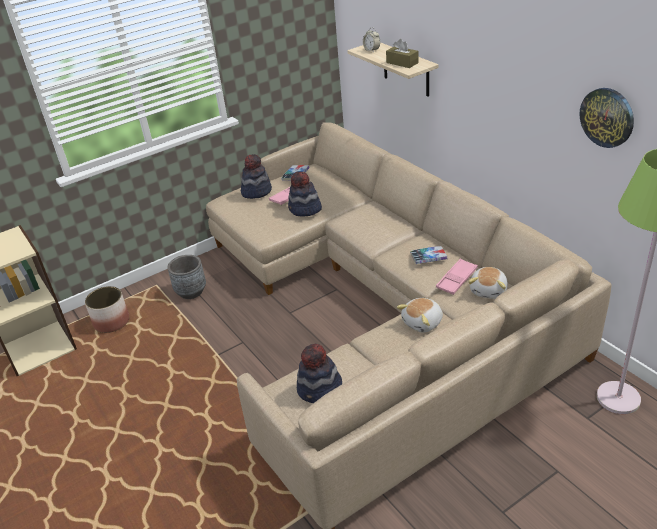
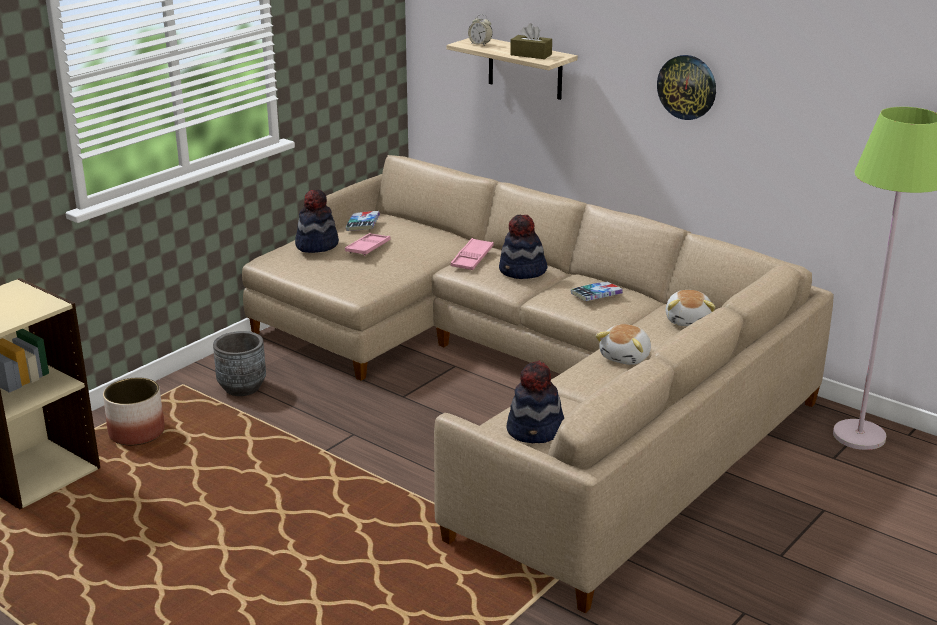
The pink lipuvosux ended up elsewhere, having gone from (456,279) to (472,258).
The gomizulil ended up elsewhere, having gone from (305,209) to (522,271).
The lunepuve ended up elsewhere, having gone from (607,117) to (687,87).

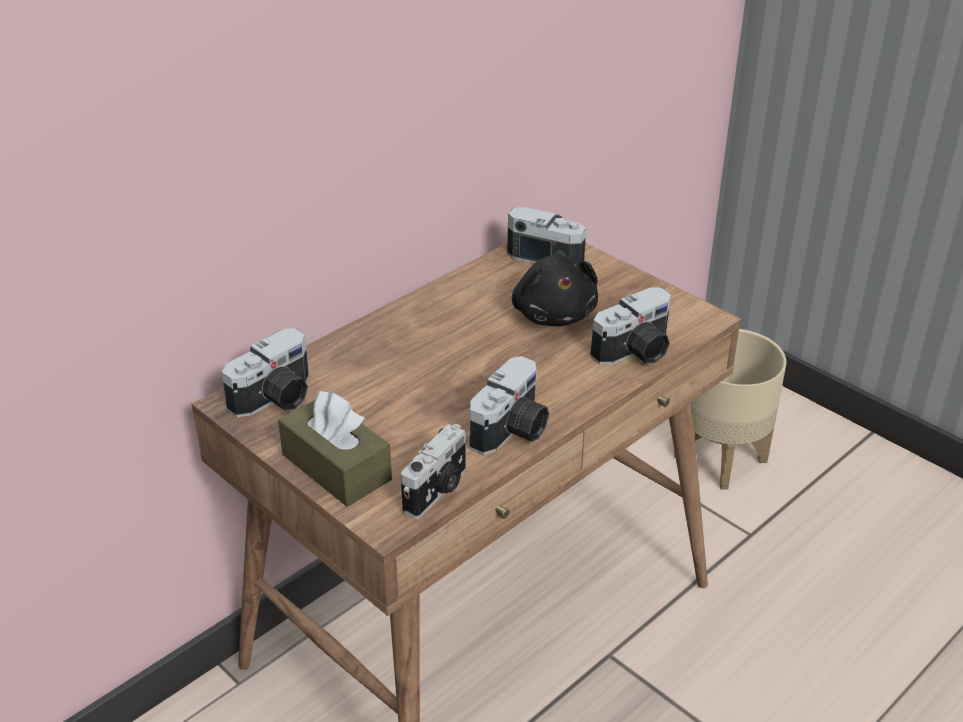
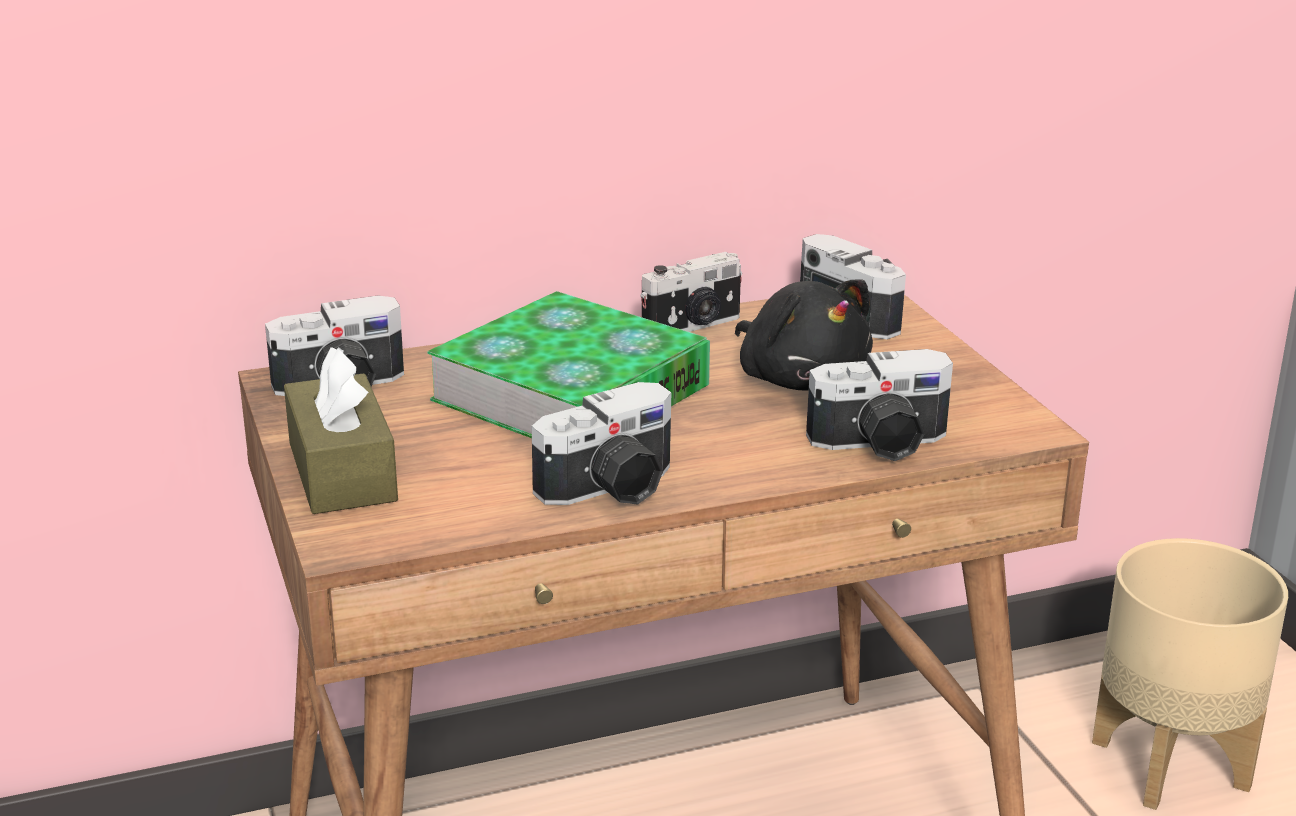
The second view gained the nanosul at (571,393).
The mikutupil ended up elsewhere, having gone from (437,491) to (693,326).
The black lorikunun at (554,314) ended up facing another way, 45 degrees counterclockwise from before.

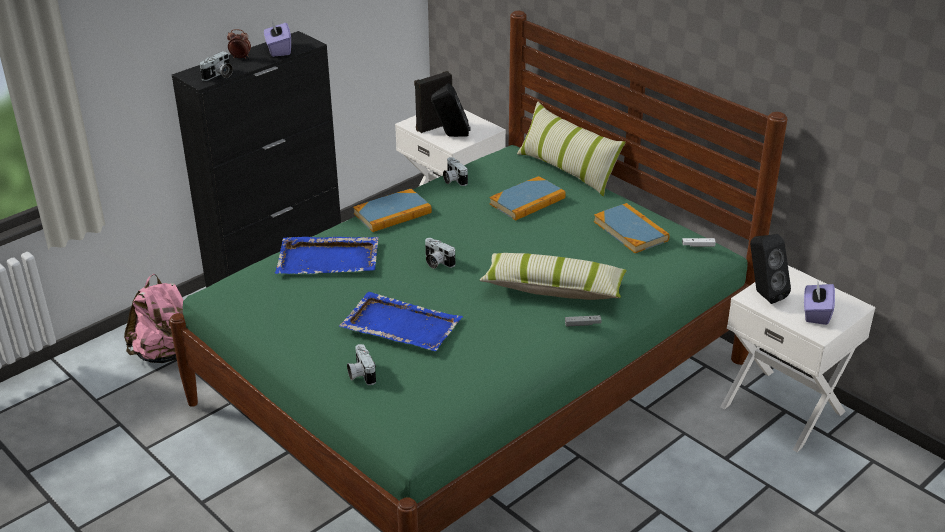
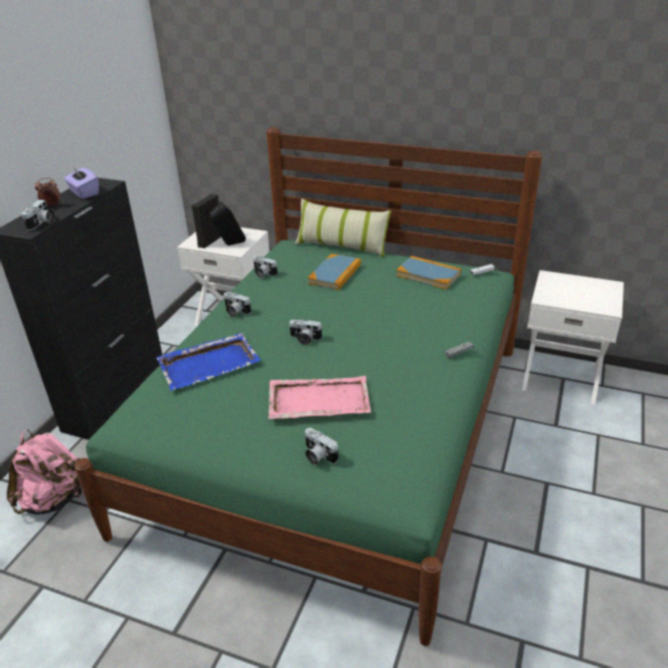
Where the nanosul stood at (392,213), the mikutupil came to stand at (235,311).
What was the blue lipuvosux at (400,325) turned into the pink lipuvosux at (318,400).
The second view lost the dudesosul at (553,289).
The second view lost the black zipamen at (763,294).
The second view lost the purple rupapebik at (816,313).

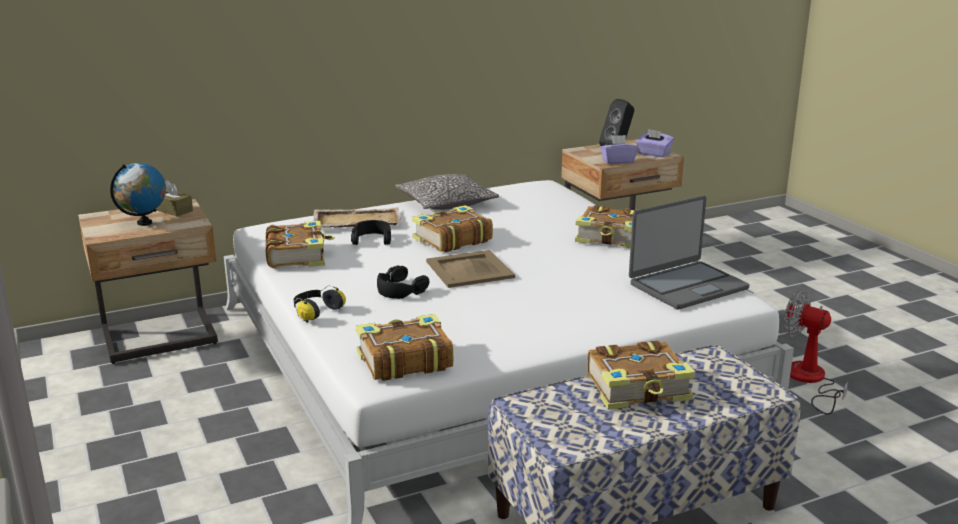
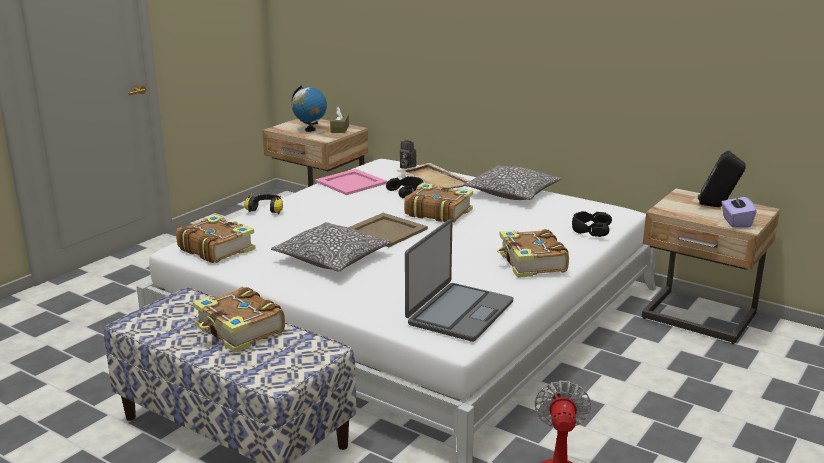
The second view gained the dudesosul at (332,259).
Where the nanosul stood at (297,255), the pink lipuvosux came to stand at (351,182).
The second view gained the mikutupil at (406,167).
The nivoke at (687,286) ended up facing another way, 90 degrees counterclockwise from before.
The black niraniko ended up elsewhere, having gone from (400,289) to (590,229).
The second view lost the purple rupapebik at (618,161).

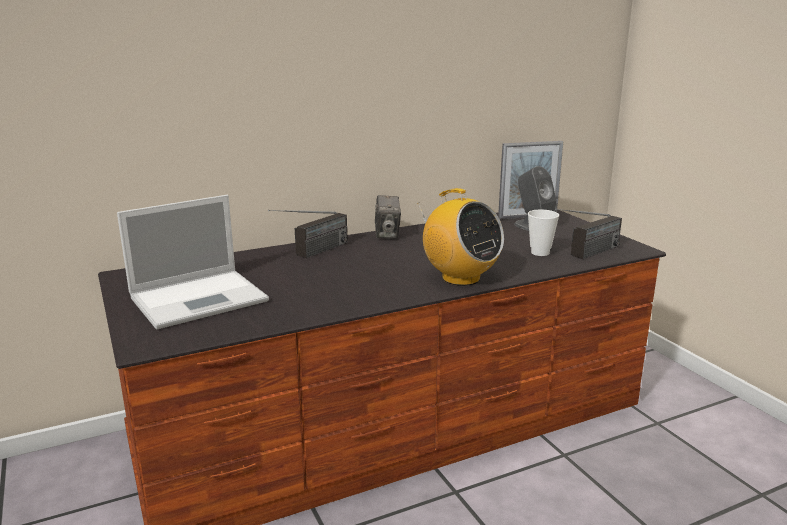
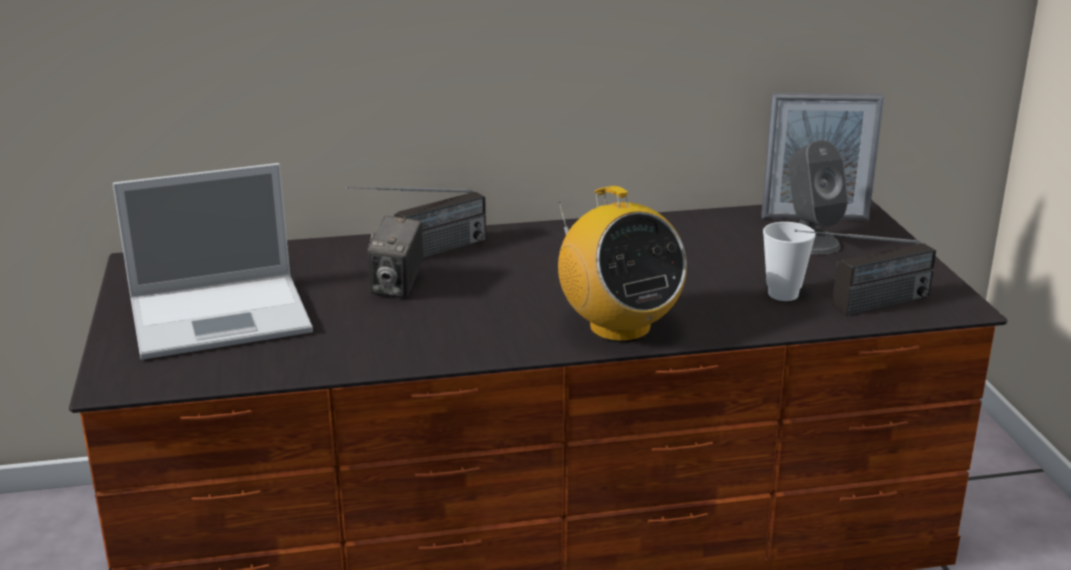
The mikutupil ended up elsewhere, having gone from (387,234) to (397,287).

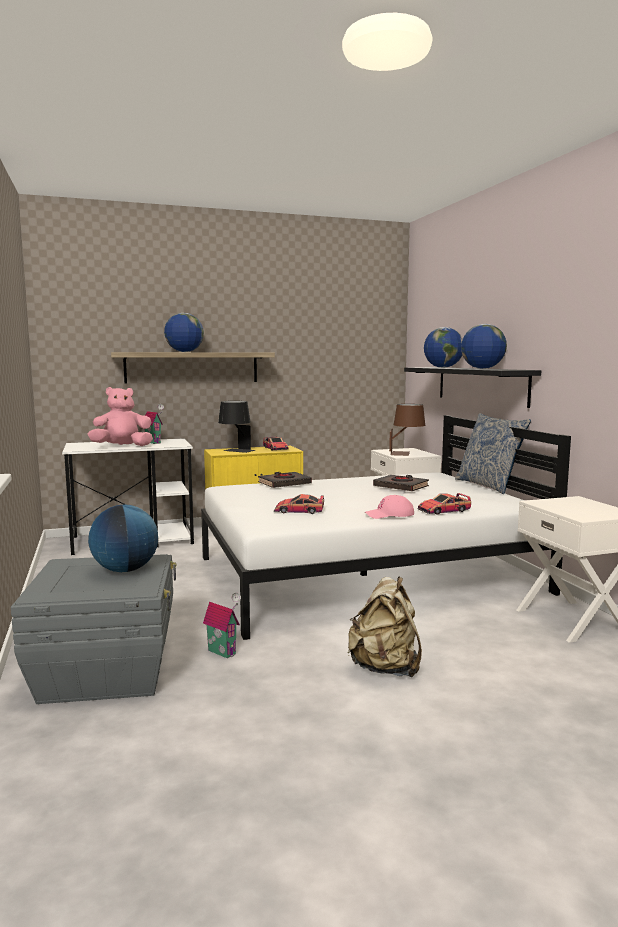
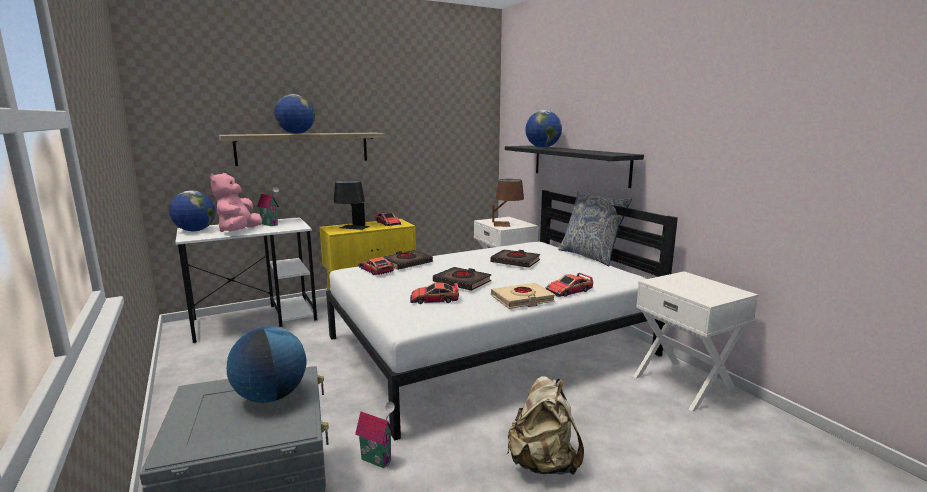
The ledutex ended up elsewhere, having gone from (482,368) to (195,231).
The pink lorikunun at (122,446) ended up facing another way, 60 degrees counterclockwise from before.
The second view gained the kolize at (375,270).
The second view gained the black nanosul at (462,282).
Where the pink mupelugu stood at (389,515), the beige nanosul came to stand at (522,299).

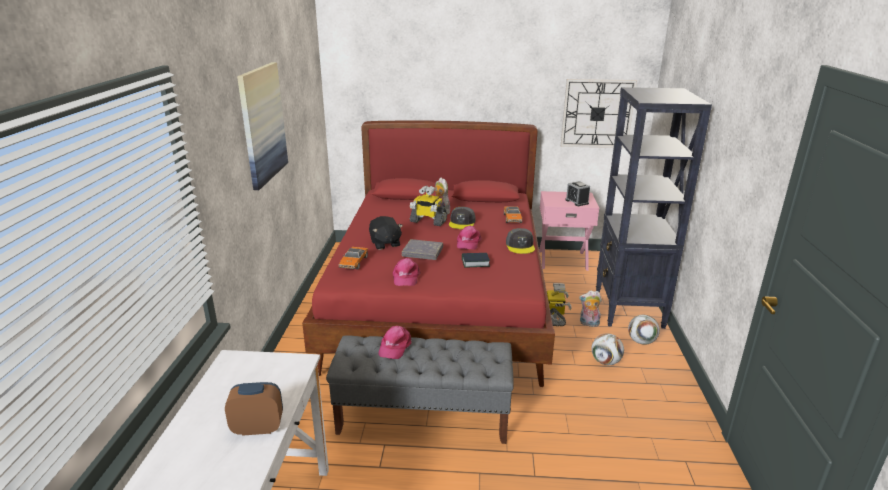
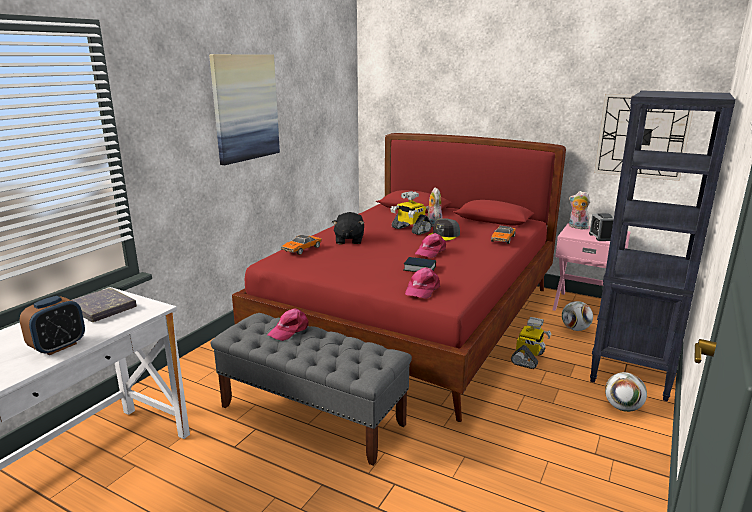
The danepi at (258,428) ended up facing another way, 105 degrees clockwise from before.
The grey nanosul ended up elsewhere, having gone from (422,252) to (102,308).
The pink mupelugu ended up elsewhere, having gone from (405,277) to (422,289).
The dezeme ended up elsewhere, having gone from (605,362) to (575,329).
The lorikunun ended up elsewhere, having gone from (588,324) to (577,227).
The second view lost the grey mupelugu at (520,246).

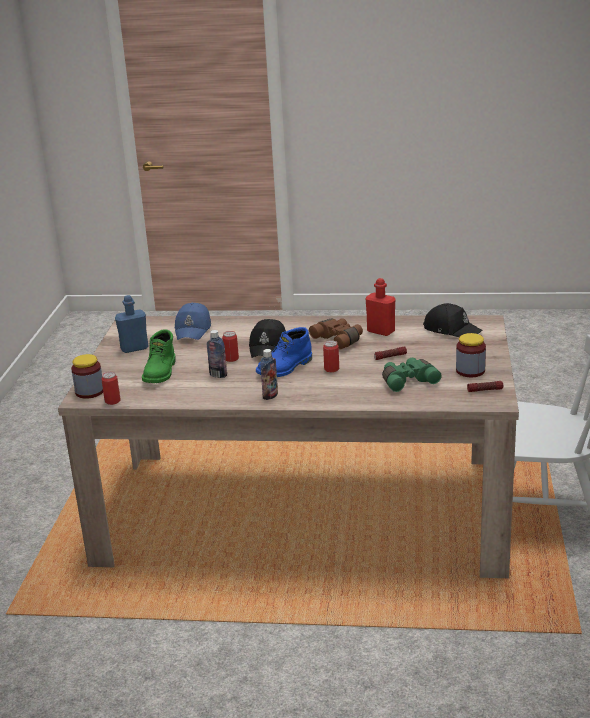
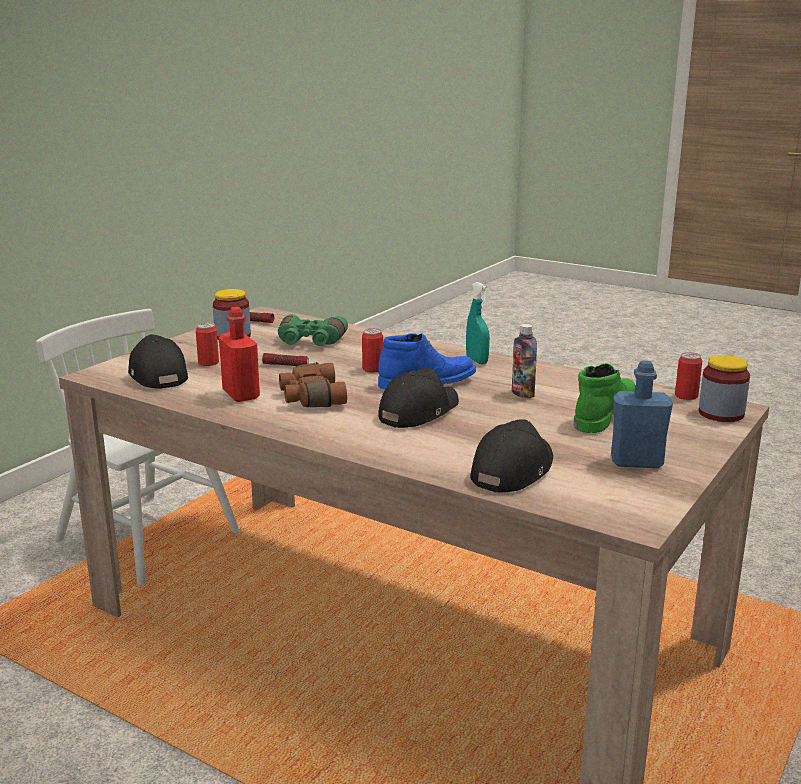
The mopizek ended up elsewhere, having gone from (231,359) to (208,363).
Where the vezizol stood at (270,396), the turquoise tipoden came to stand at (477,361).
What was the blue mupelugu at (193,329) turned into the black mupelugu at (512,470).

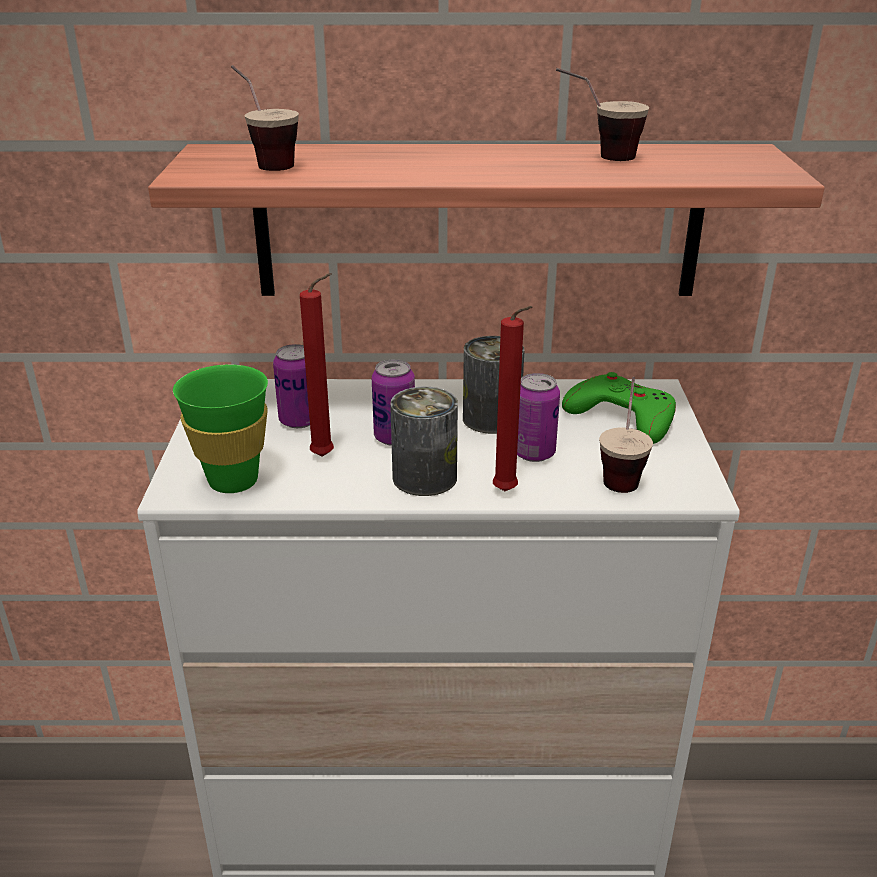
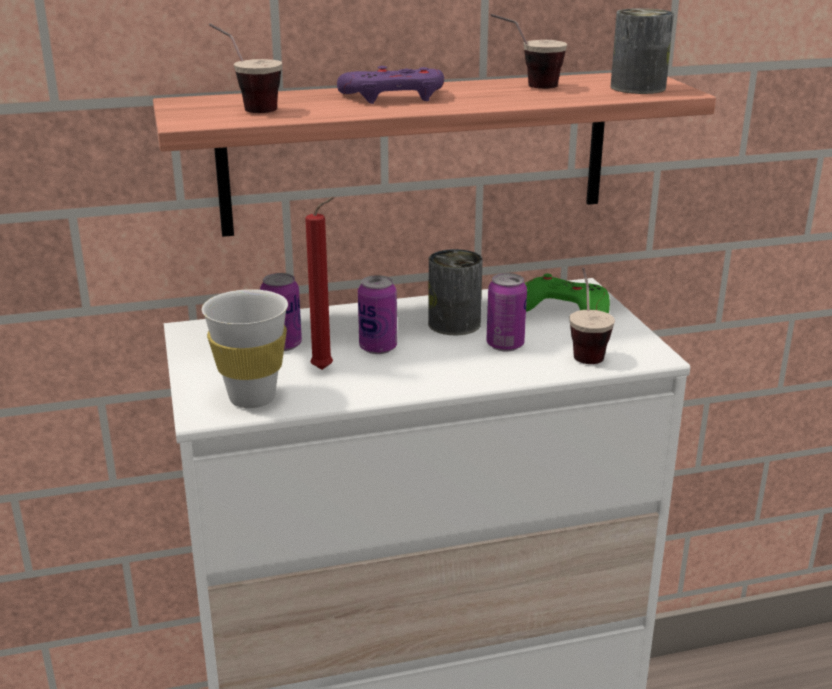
What was the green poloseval at (233,481) turned into the white poloseval at (252,398).
The second view gained the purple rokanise at (394,96).
The mopizek ended up elsewhere, having gone from (424,477) to (638,88).
The second view lost the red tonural at (508,493).

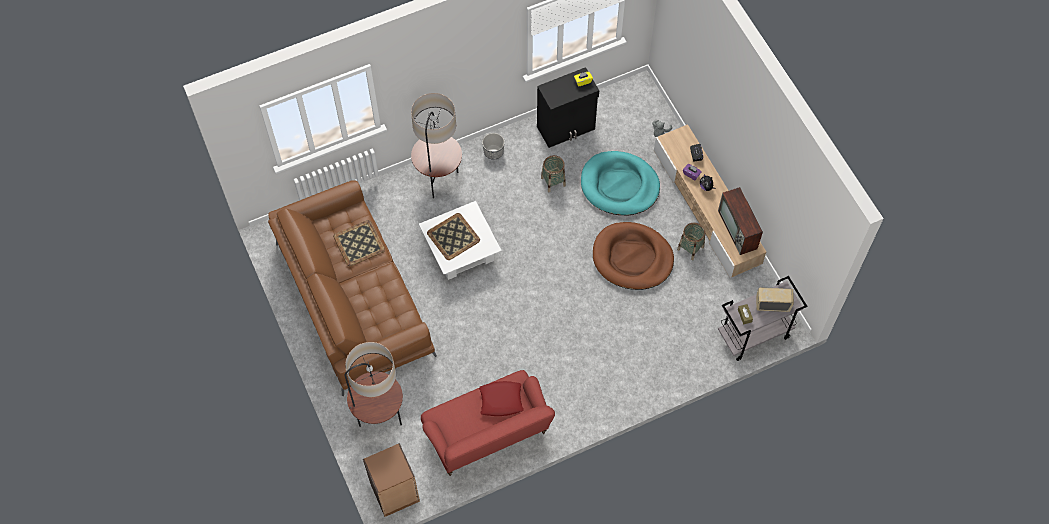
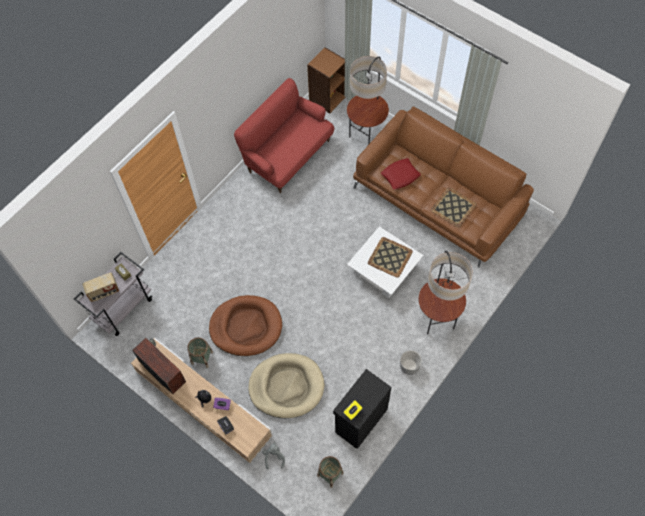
What was the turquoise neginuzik at (619,185) turned into the beige neginuzik at (286,386).
The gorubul ended up elsewhere, having gone from (553,181) to (330,474).
The red dudesosul ended up elsewhere, having gone from (501,400) to (400,175).

